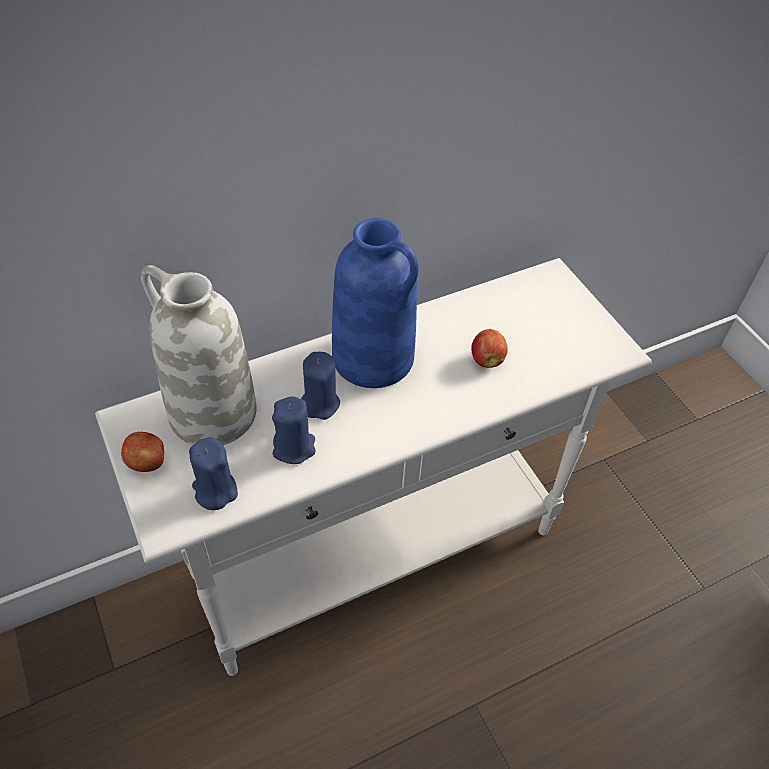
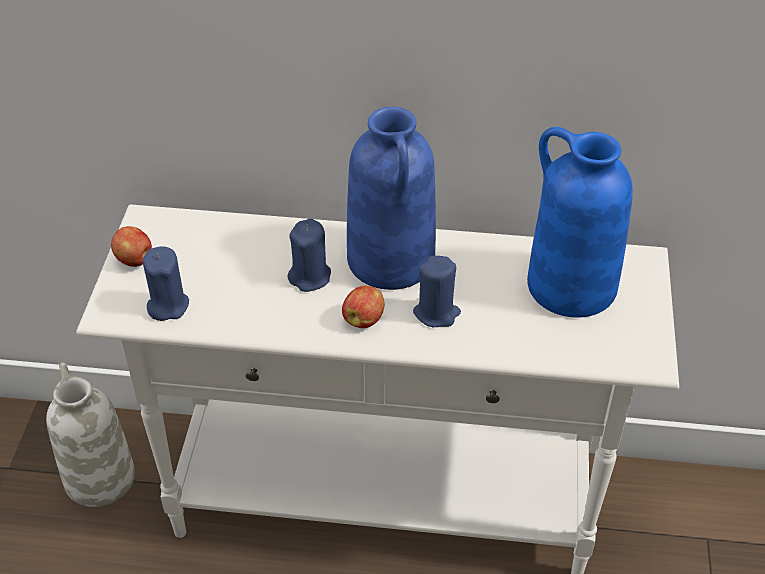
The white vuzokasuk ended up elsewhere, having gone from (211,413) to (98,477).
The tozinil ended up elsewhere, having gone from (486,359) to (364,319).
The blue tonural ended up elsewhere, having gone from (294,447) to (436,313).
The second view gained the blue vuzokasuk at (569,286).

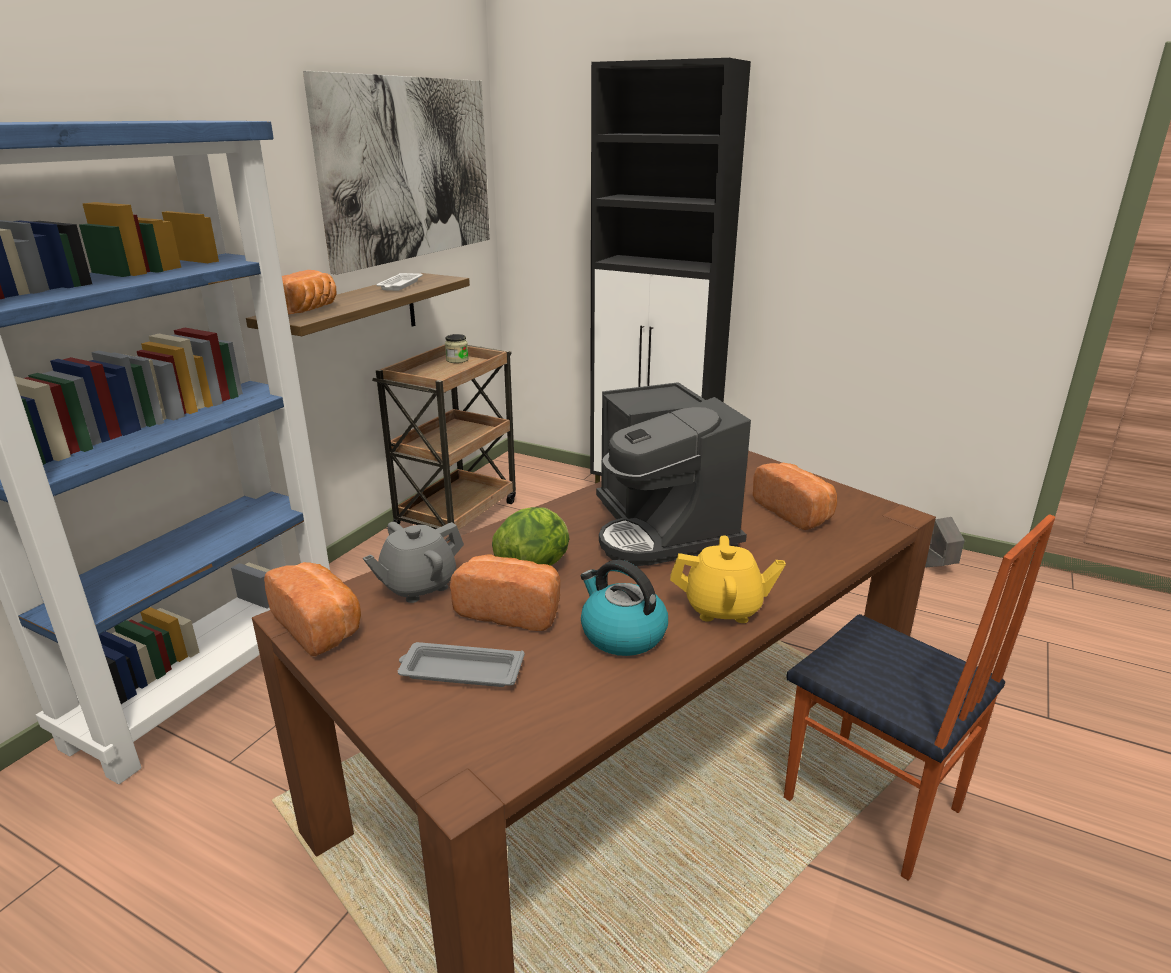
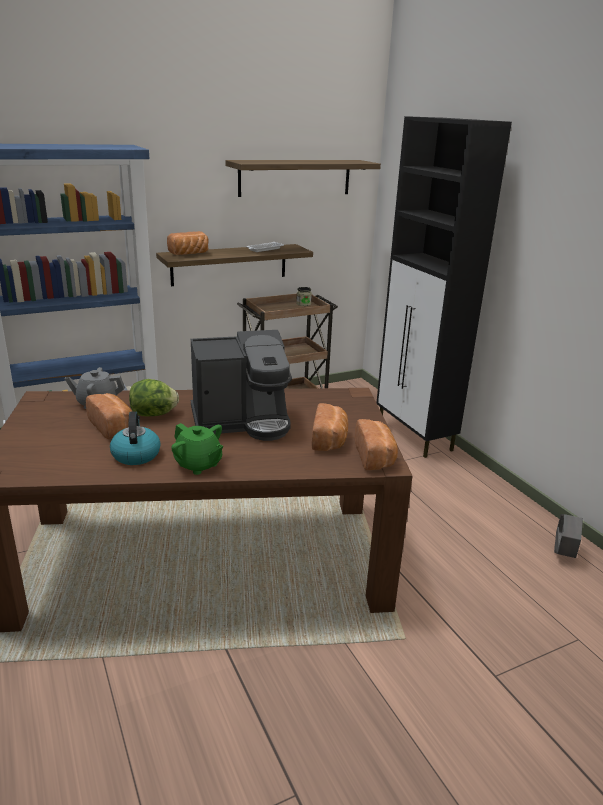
What was the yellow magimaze at (723,608) turned into the green magimaze at (198,465).
The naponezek at (662,529) ended up facing another way, 120 degrees counterclockwise from before.
Where the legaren hung at (409,169), the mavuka came to hang at (295,177).
The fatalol ended up elsewhere, having gone from (321,626) to (376,457).
The second view lost the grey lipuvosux at (459,671).
The second view lost the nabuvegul at (871,807).

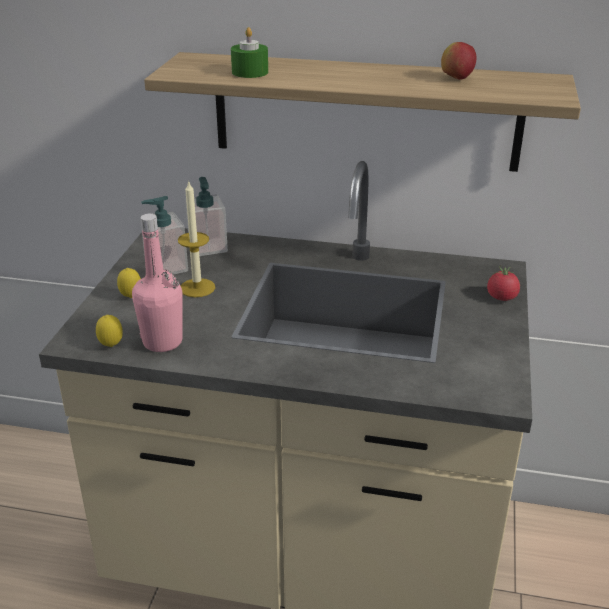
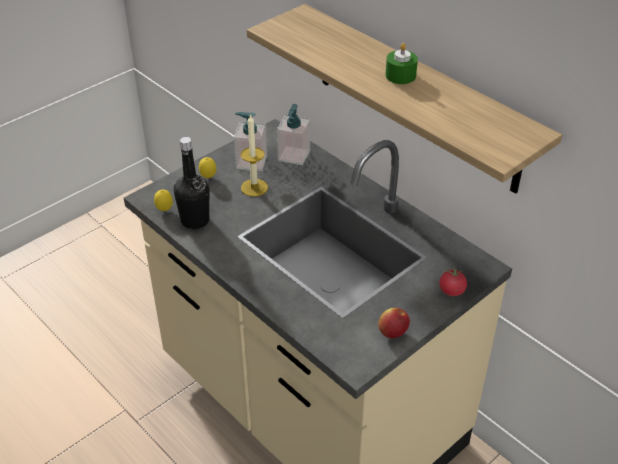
What was the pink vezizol at (162,342) turned into the black vezizol at (195,221).
The tozinil ended up elsewhere, having gone from (456,78) to (392,333).
The green tonural ended up elsewhere, having gone from (250,72) to (400,75).

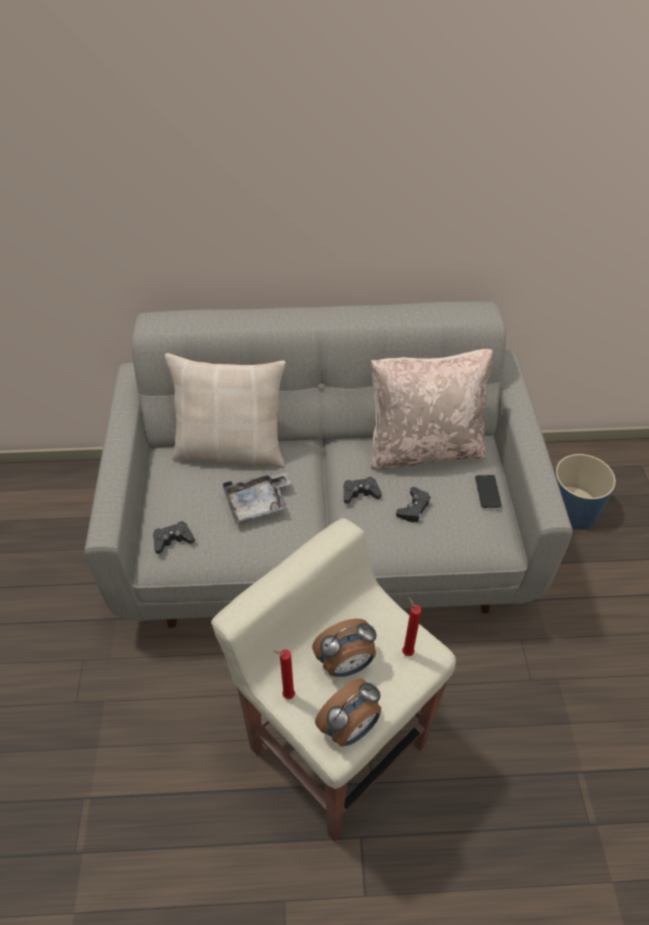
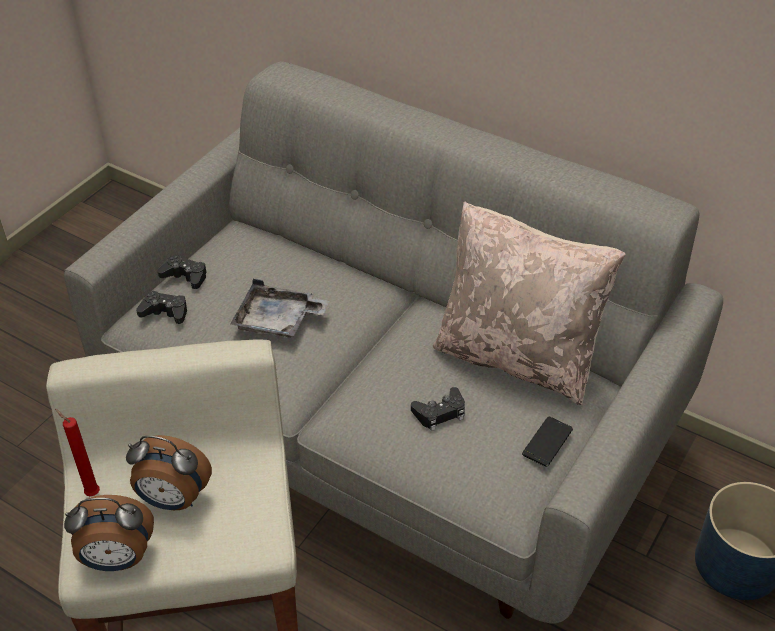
The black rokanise ended up elsewhere, having gone from (360,493) to (185,276).
The second view lost the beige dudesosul at (231,449).
The second view lost the red tonural at (406,651).

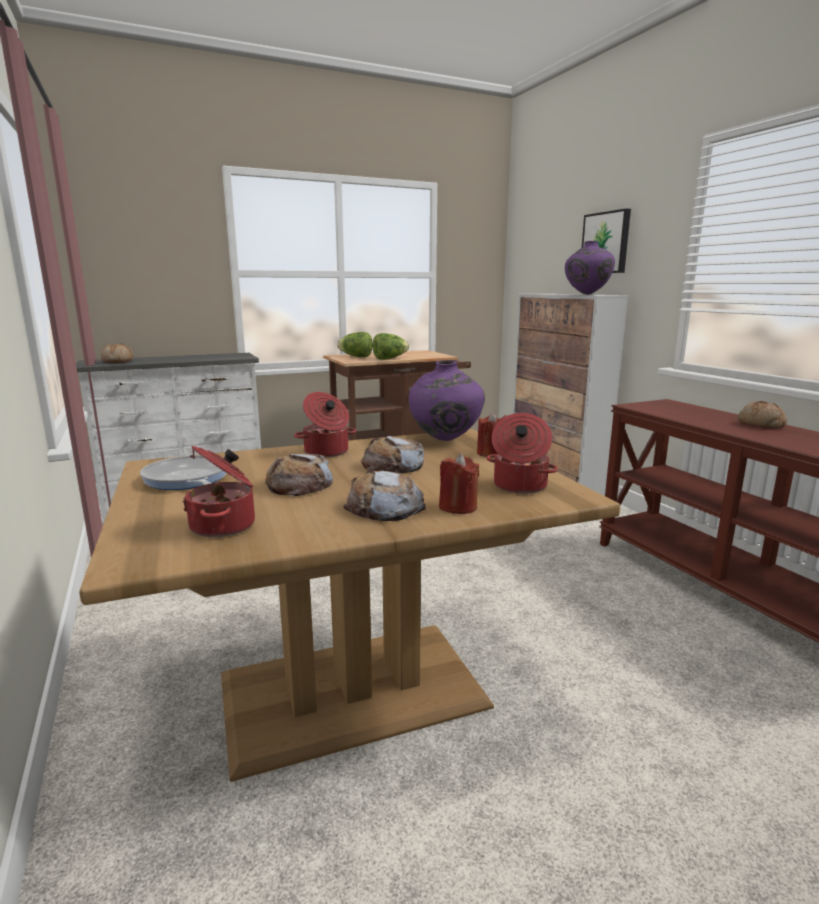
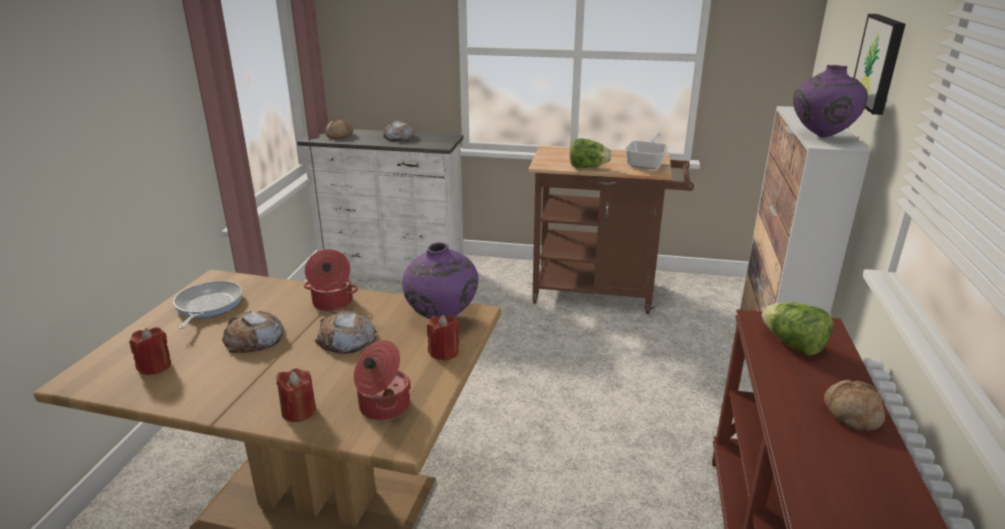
Where the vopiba stood at (225,525), the red tonural came to stand at (155,366).
The fatalol ended up elsewhere, having gone from (384,507) to (399,137).
The second view gained the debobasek at (647,163).
The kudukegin ended up elsewhere, having gone from (356,357) to (793,345).

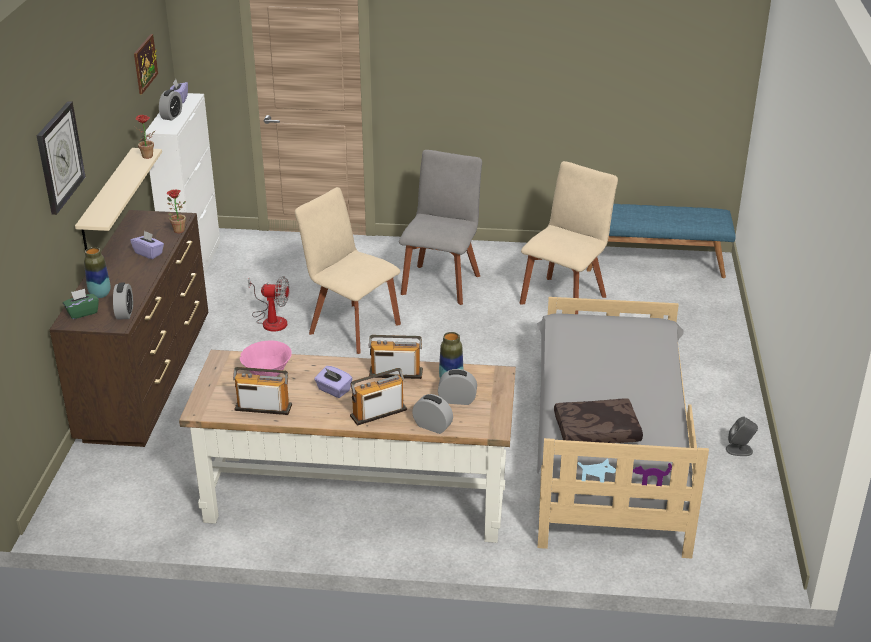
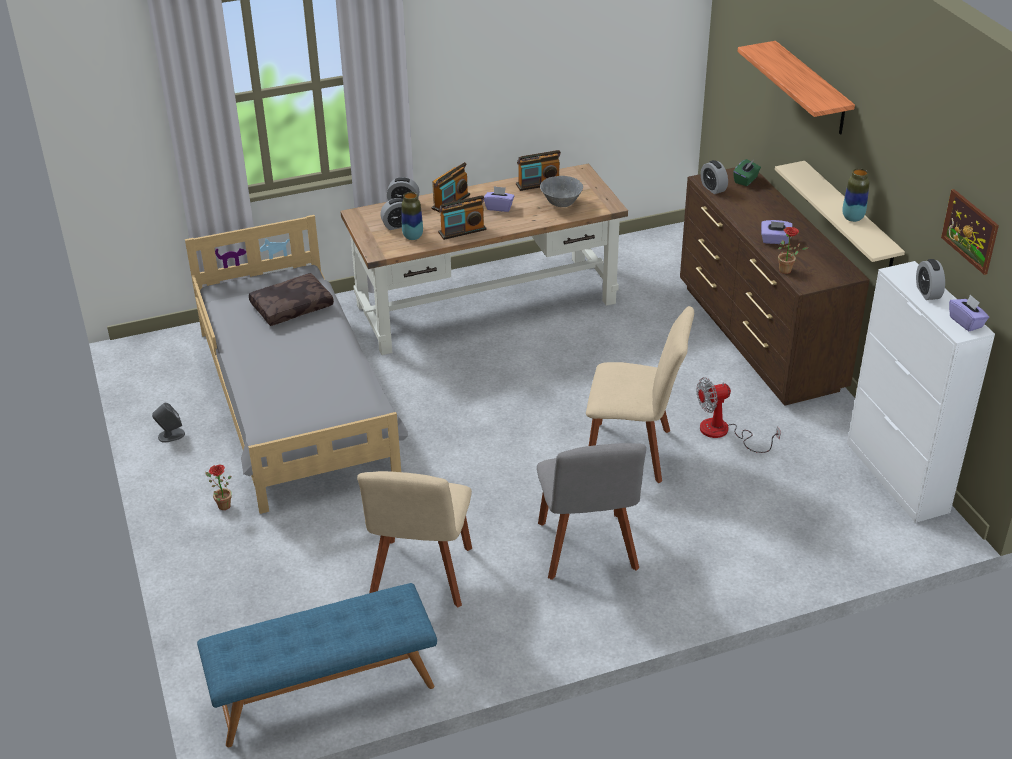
The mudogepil ended up elsewhere, having gone from (149,157) to (221,505).
What was the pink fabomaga at (267,375) turned into the grey fabomaga at (561,204).
Where the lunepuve hung at (59,157), the mavuka came to hang at (811,89).
The vuzokasuk ended up elsewhere, having gone from (100,295) to (852,218).

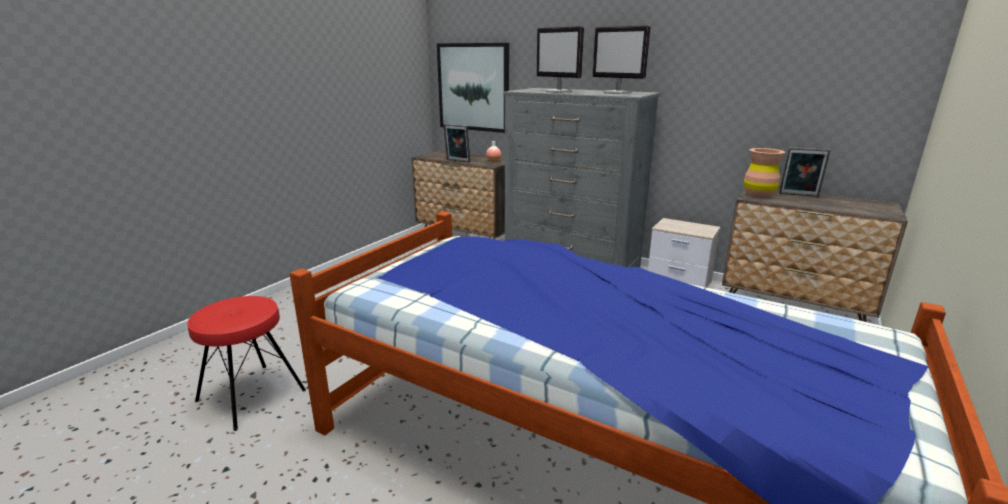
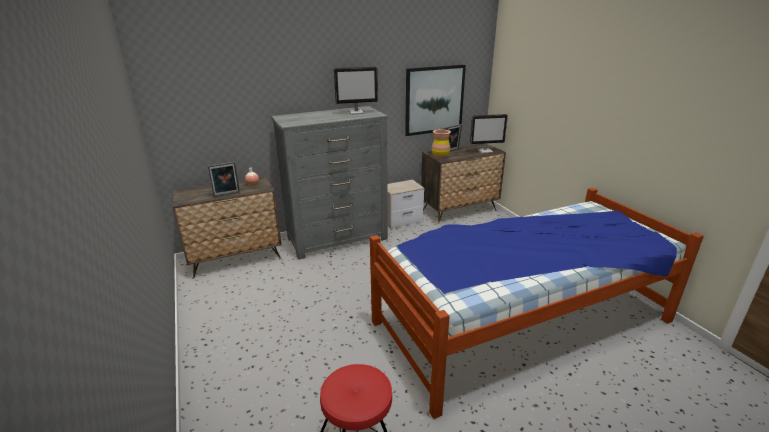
The legaren ended up elsewhere, having gone from (473,87) to (434,100).
The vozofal ended up elsewhere, having gone from (559,91) to (485,151).

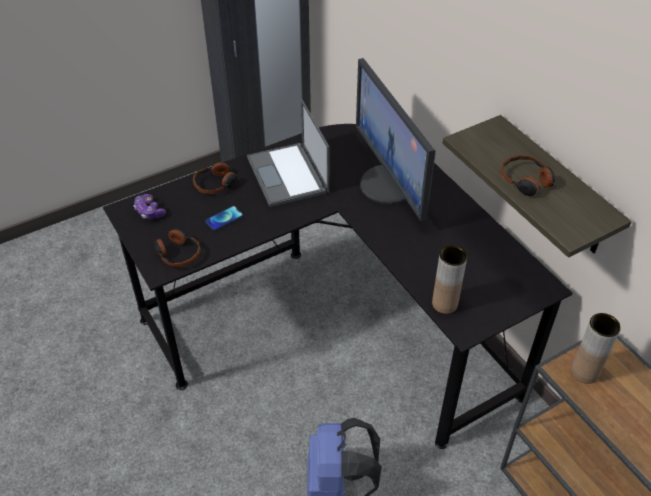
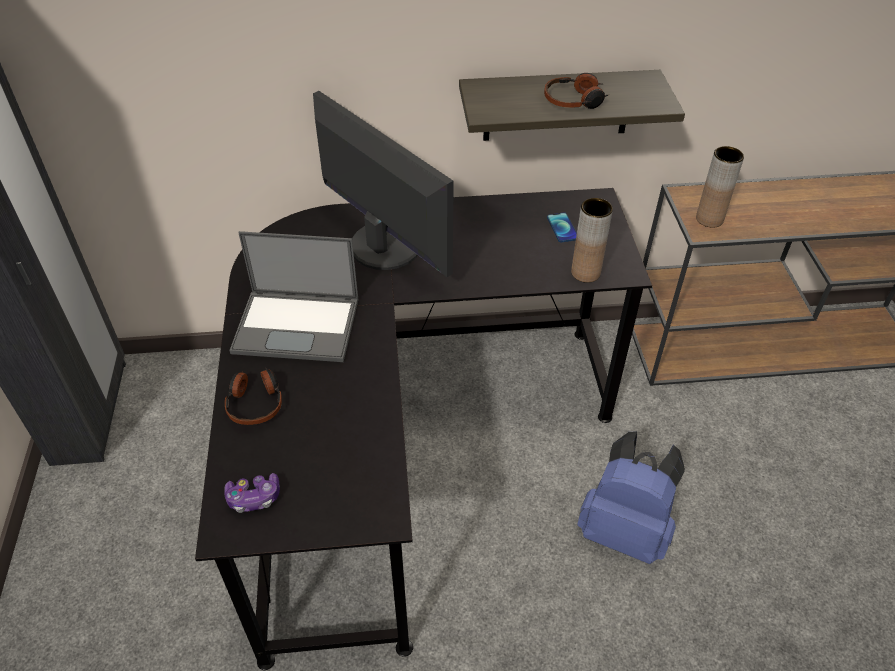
The vozofal at (389,185) ended up facing another way, 135 degrees counterclockwise from before.
The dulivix ended up elsewhere, having gone from (224,219) to (562,228).
The second view lost the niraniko at (177,253).

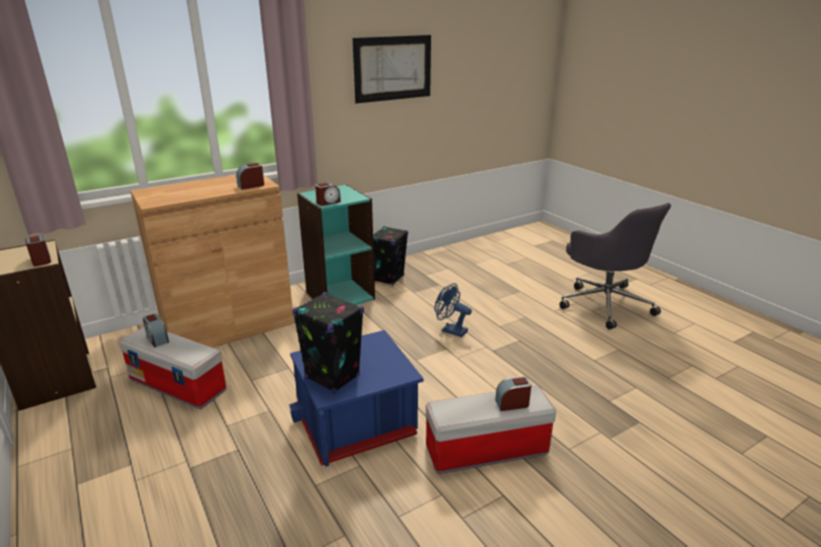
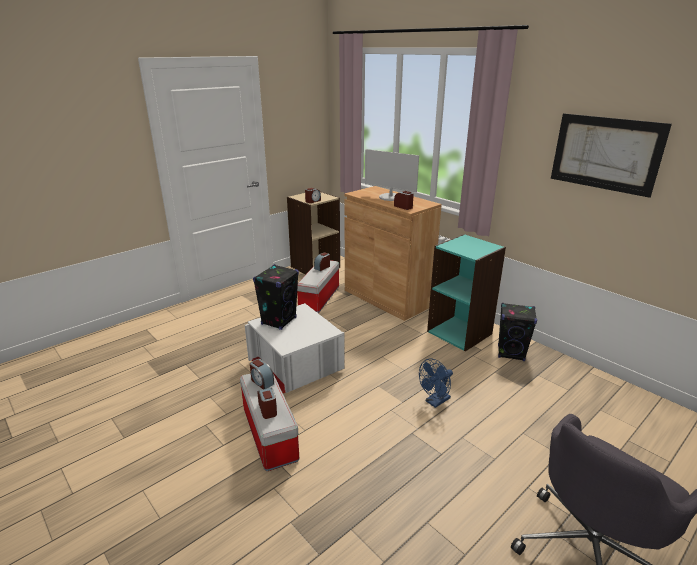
What was the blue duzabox at (357,421) turned into the white duzabox at (295,367).
The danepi ended up elsewhere, having gone from (328,202) to (262,382).
The second view gained the vozofal at (390,197).
The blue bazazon at (450,330) ended up facing another way, 150 degrees counterclockwise from before.

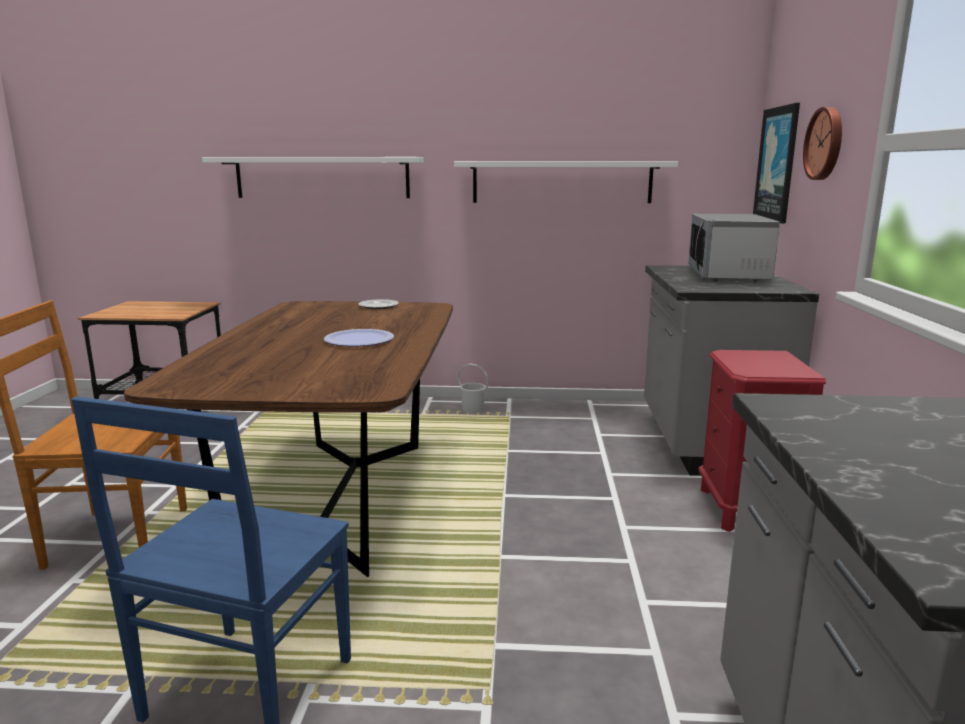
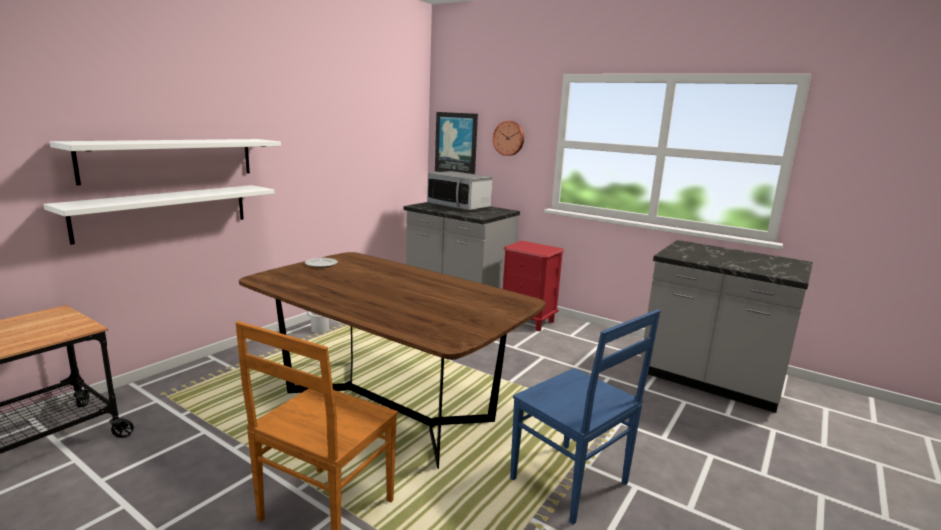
The white mavuka ended up elsewhere, having gone from (562,182) to (165,211).
The second view lost the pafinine at (359,340).

